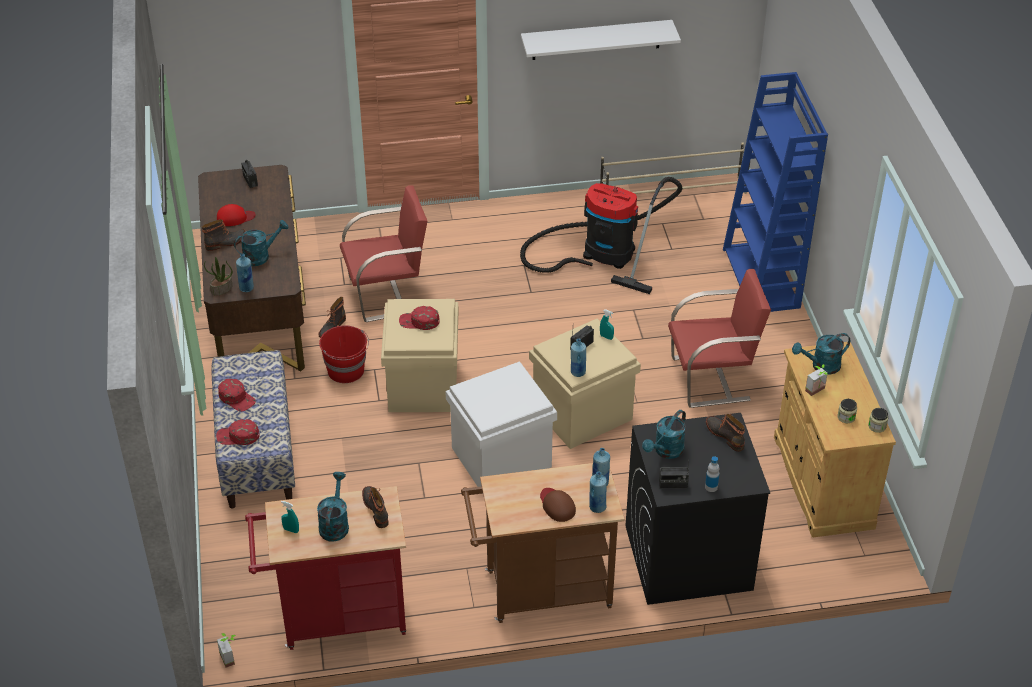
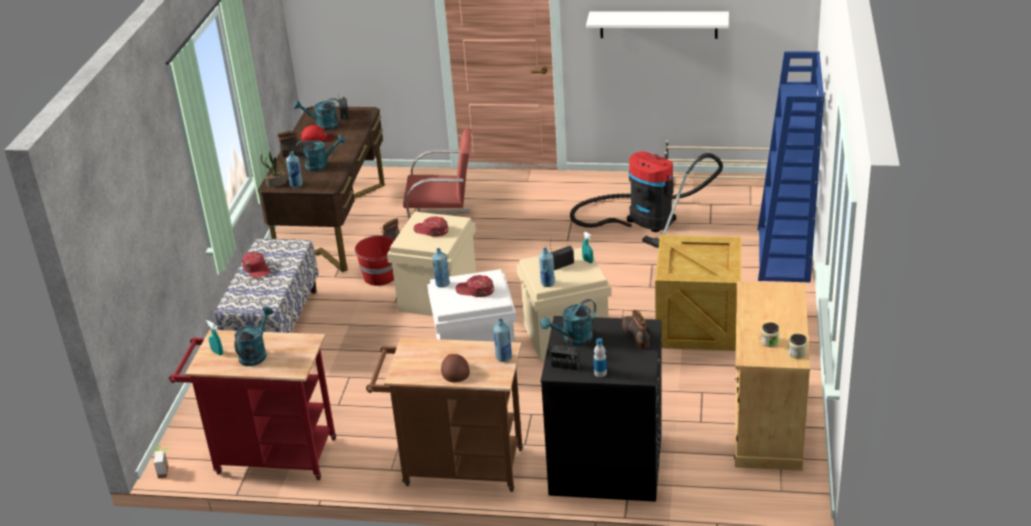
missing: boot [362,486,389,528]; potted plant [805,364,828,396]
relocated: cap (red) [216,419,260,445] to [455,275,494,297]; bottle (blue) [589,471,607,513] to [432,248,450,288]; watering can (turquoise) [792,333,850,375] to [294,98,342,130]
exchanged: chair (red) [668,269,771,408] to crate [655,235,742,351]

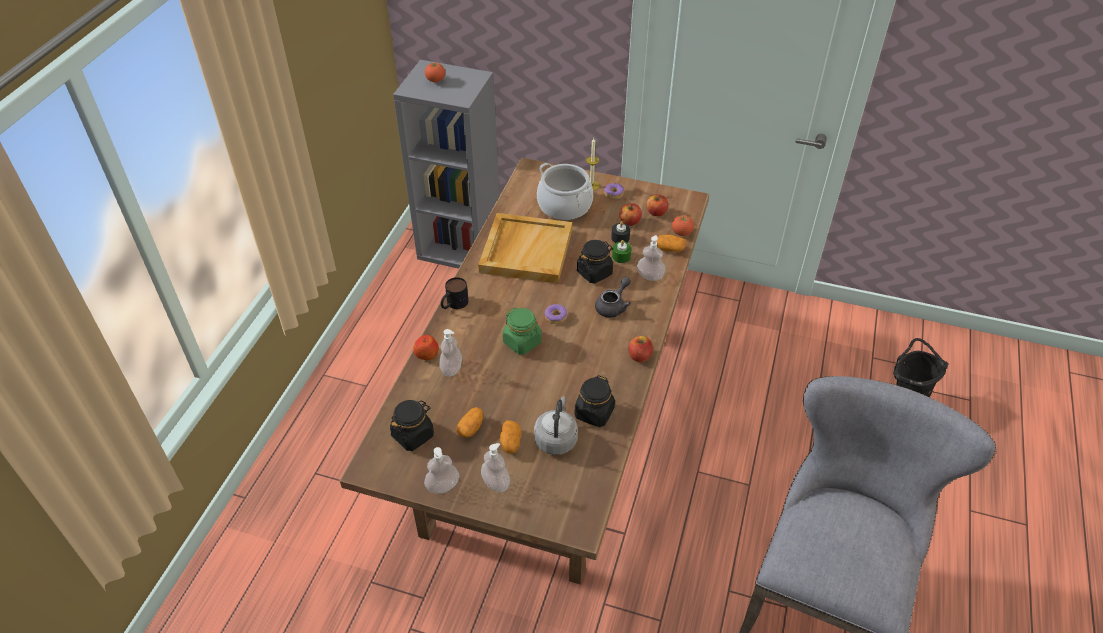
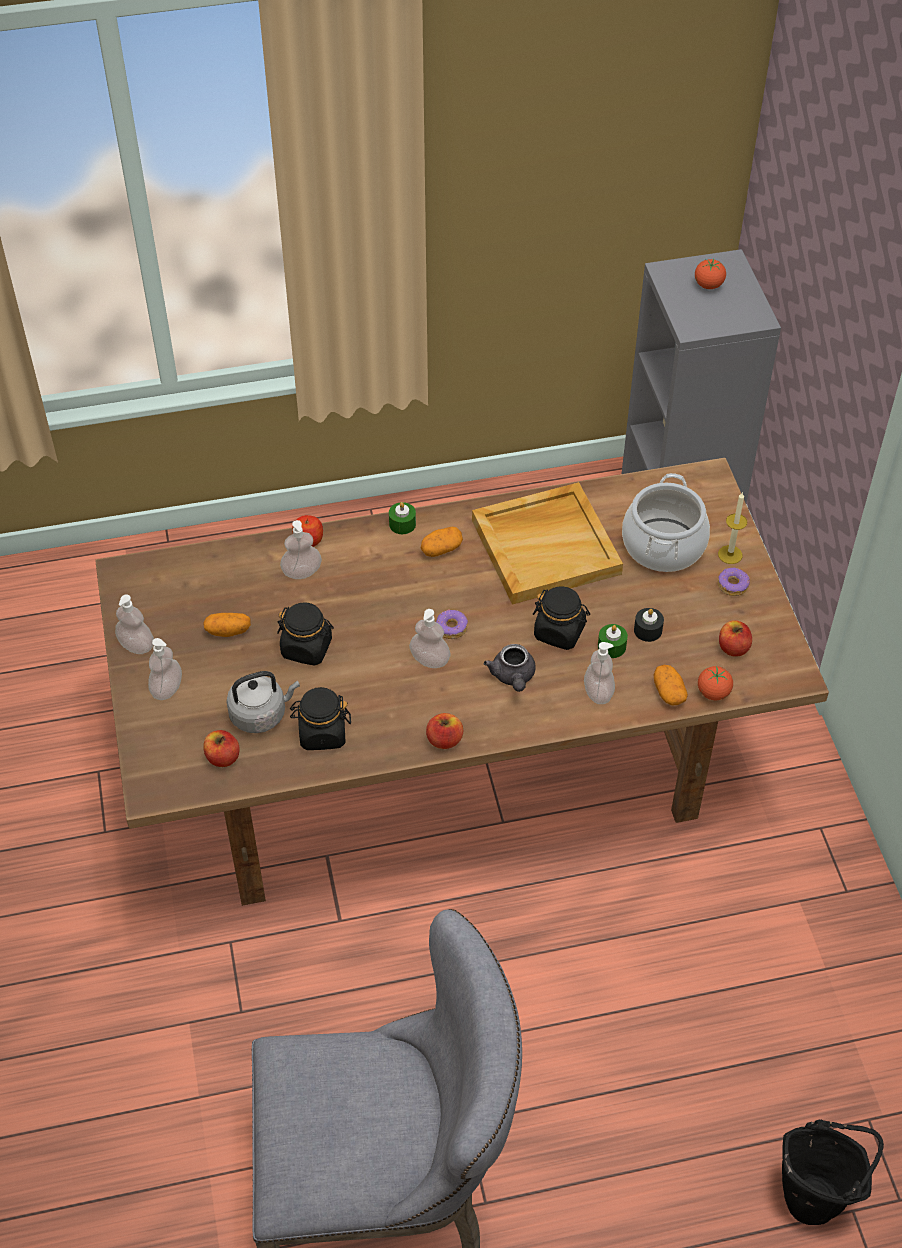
missing: jar (green) [503,307,542,355]
appeared: soap dispenser [409,609,451,668]
relocated: jar (black) [390,400,434,451] to [277,602,334,666]; potato [500,420,521,454] to [420,527,463,557]; apple [619,203,642,226] to [203,730,240,767]
exchanged: mug [441,277,468,309] to candle (green) [389,502,416,534]
spun: teapot (grey) [595,277,631,317] = [484,644,536,692] 75 degrees clockwise

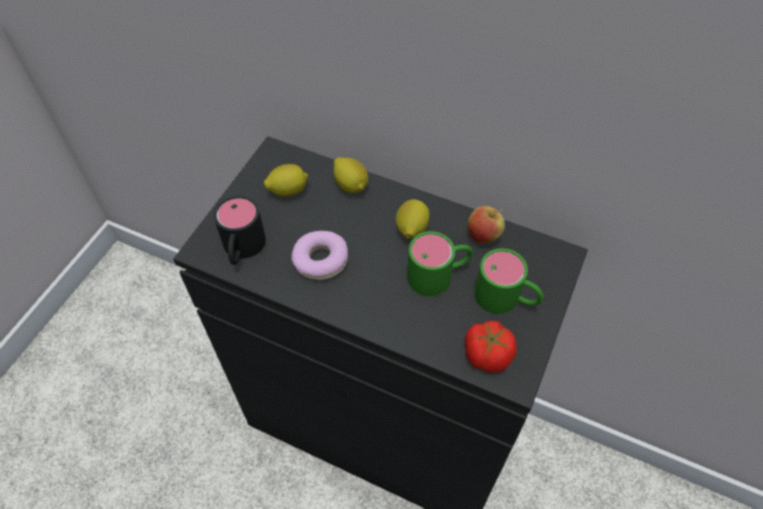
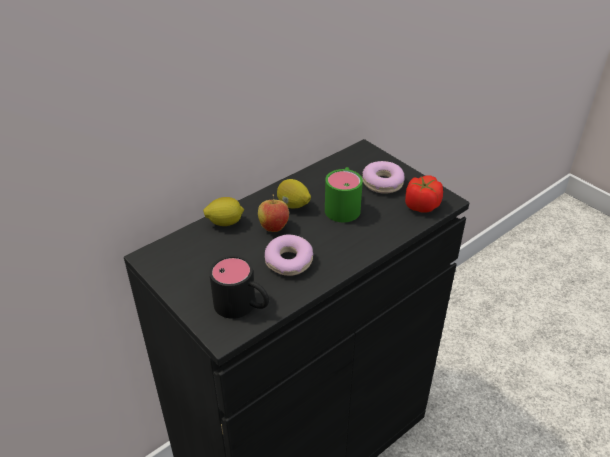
missing: lemon [264,164,308,197]
relocated: apple [468,206,505,244] to [258,195,289,232]
exchanged: mug (green) [475,248,544,314] to donut [362,161,405,194]

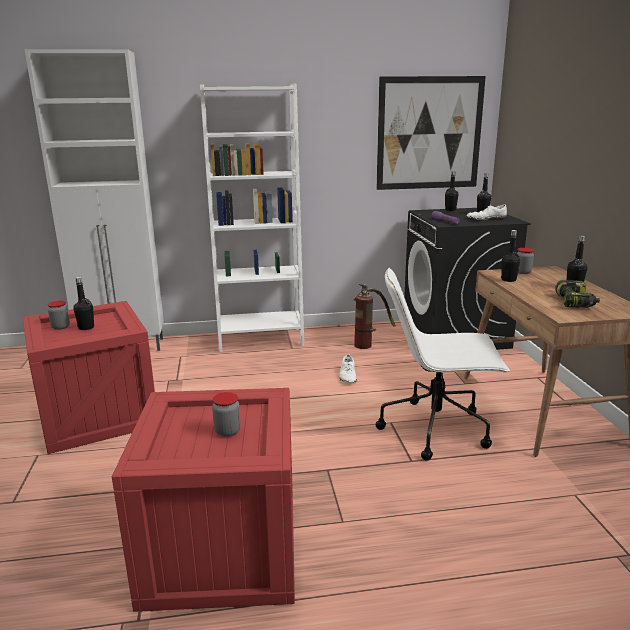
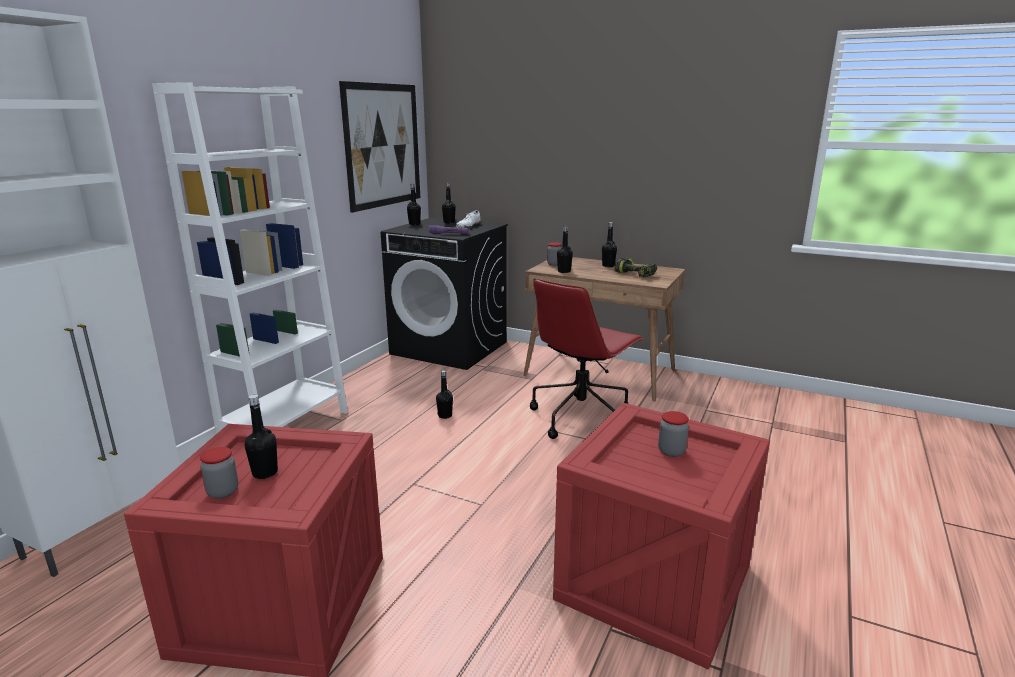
missing: fire extinguisher [353,284,395,349]
exchanged: shoe (white) [339,354,357,383] to bottle (black) [436,370,453,419]
colour: office chair (white) [376,268,510,460] to office chair (red) [530,278,644,439]

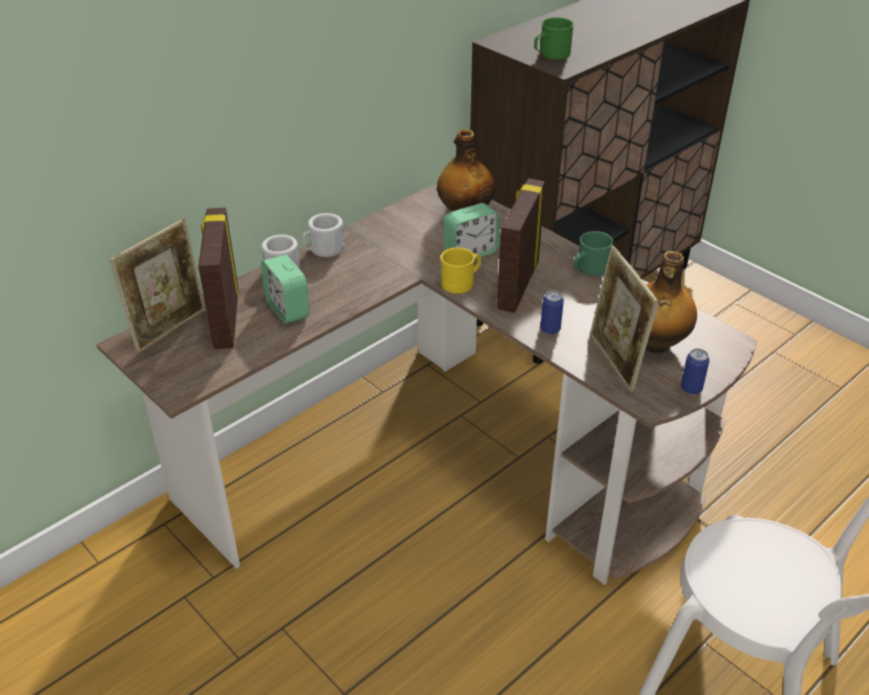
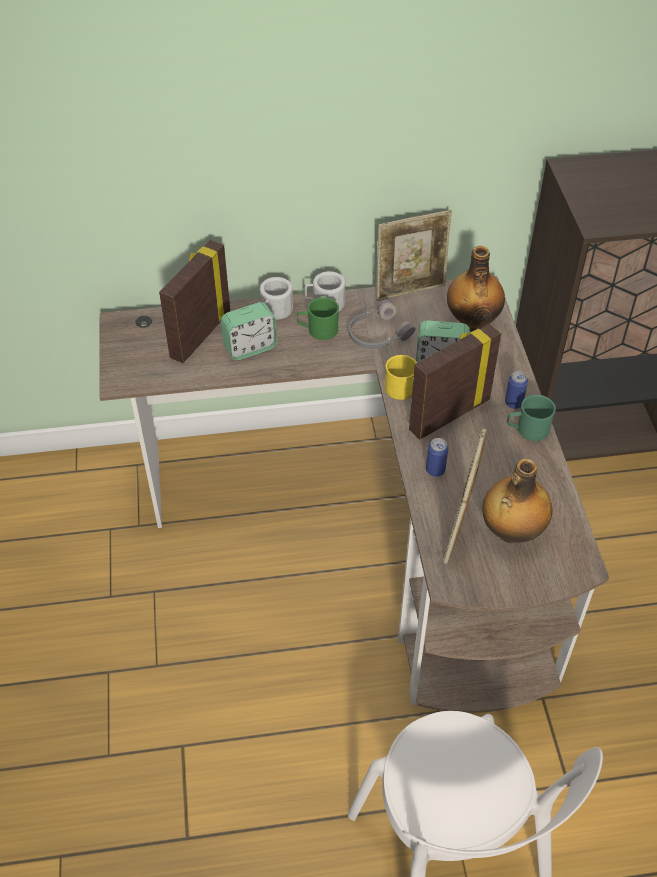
appeared: headphones (grey) [349,300,415,349]
relocated: picture frame [110,219,206,353] to [376,210,452,301]; mug (green) [534,17,574,60] to [297,297,339,340]; can [681,348,710,395] to [505,371,528,409]
spun: alarm clock [261,255,309,324] = [221,302,277,360] 120 degrees counterclockwise

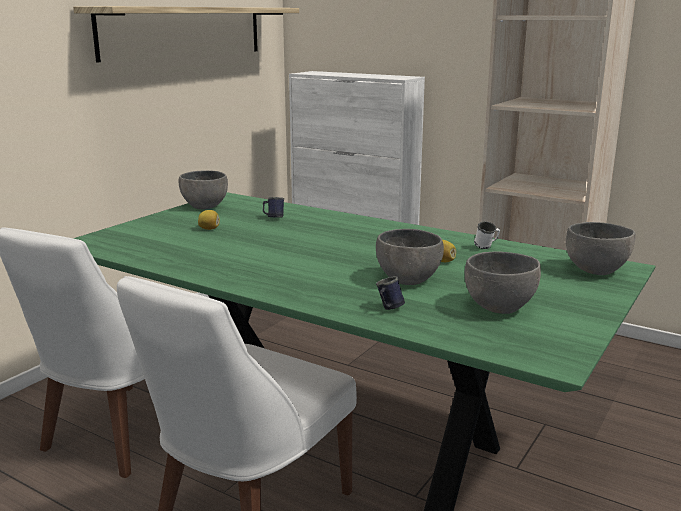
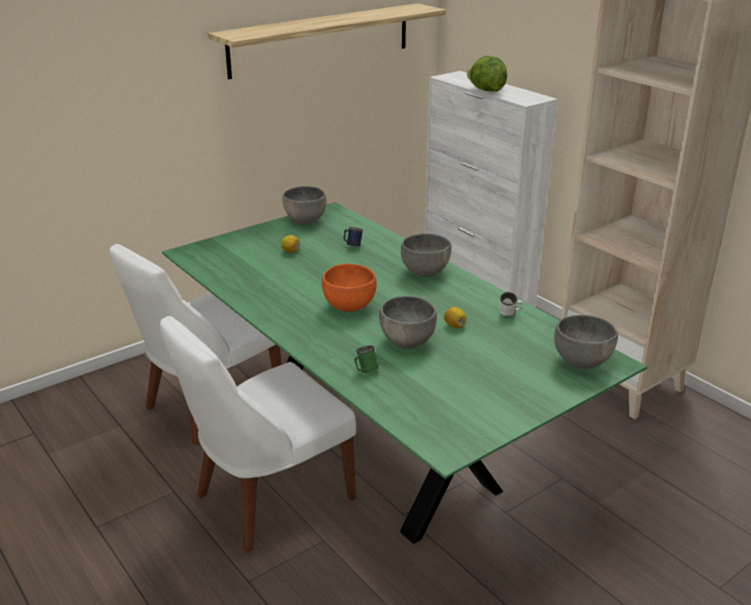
appeared: bowl (orange) [322,264,377,312]; lettuce [467,56,507,92]
relocated: bowl (grey) [465,251,541,314] to [401,233,452,277]
colour: mug (blue) [376,276,405,310] to mug (green) [354,345,379,373]

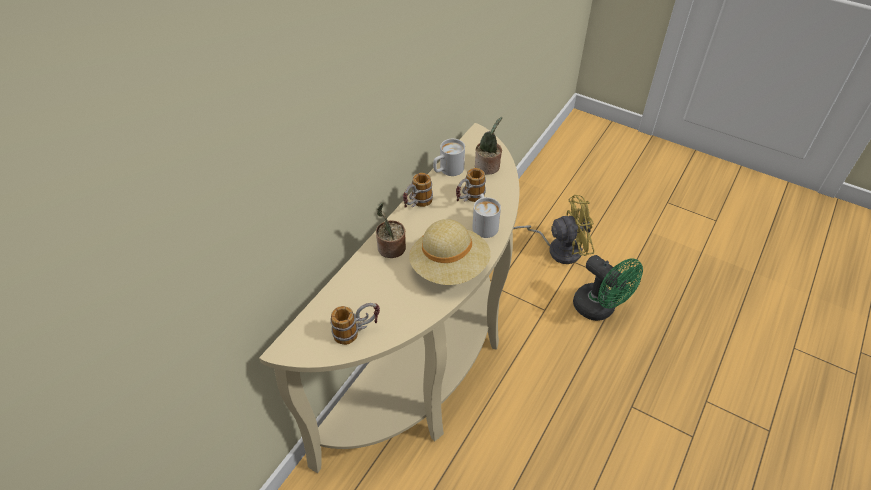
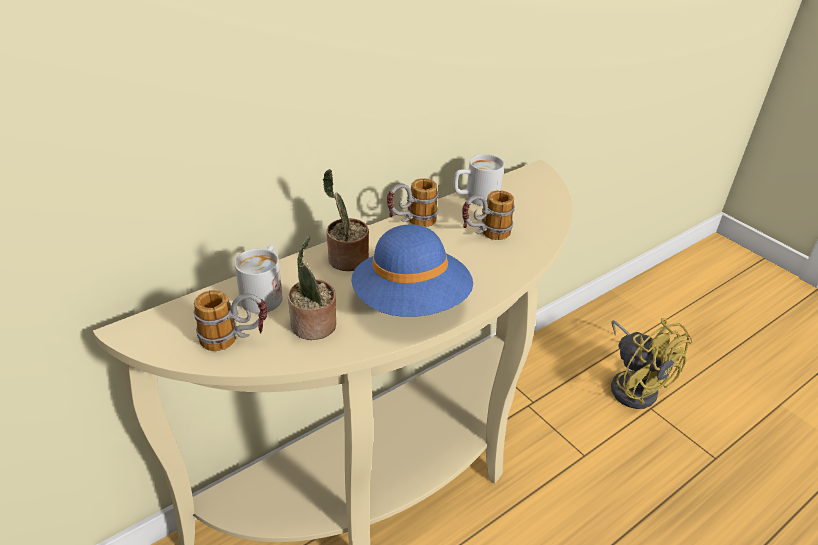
missing: fan (green) [573,255,643,321]
relocated: mug (white) [473,193,501,238] to [234,245,283,313]; potted plant [475,117,502,175] to [288,235,336,340]
colour: hat (beige) [409,219,491,285] to hat (blue) [351,224,473,317]
spun: fan (yellow) [513,195,594,264] = [611,318,693,409] 45 degrees clockwise

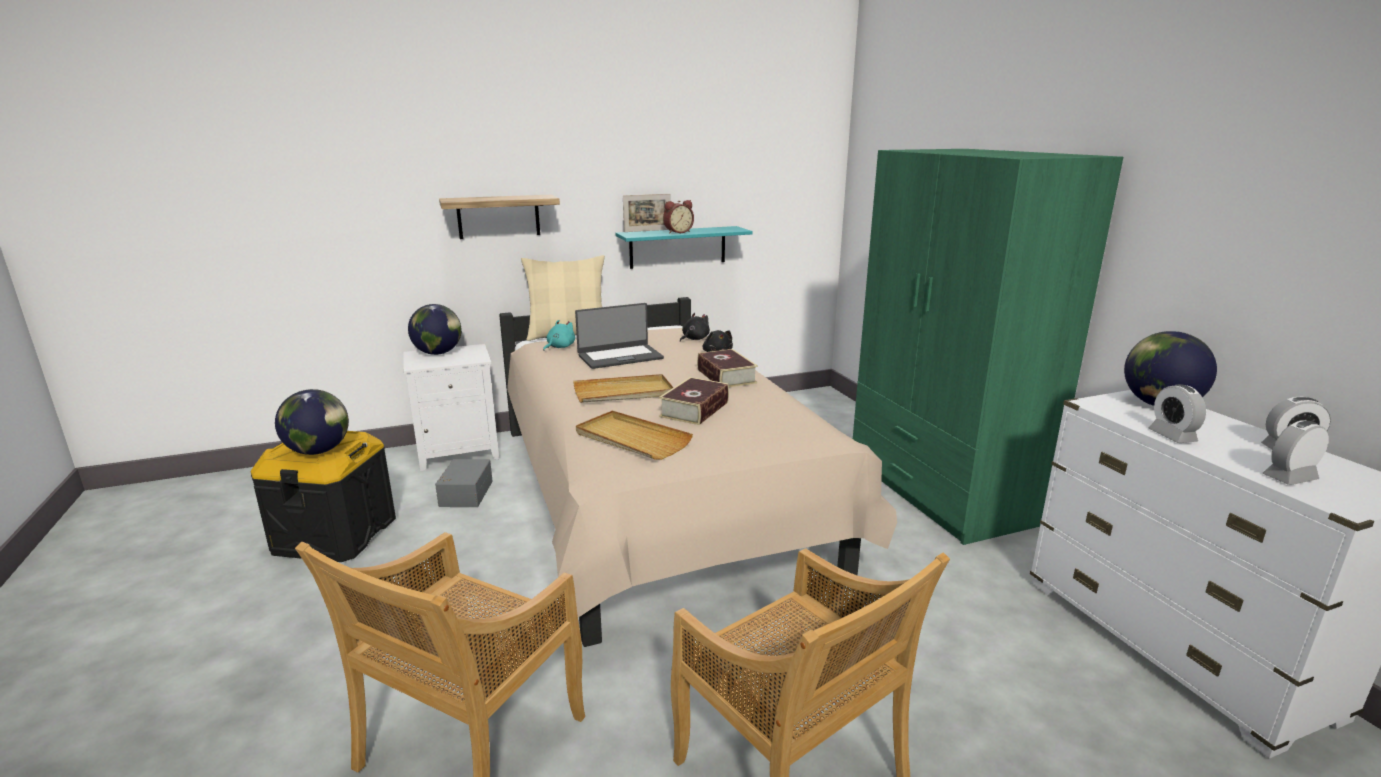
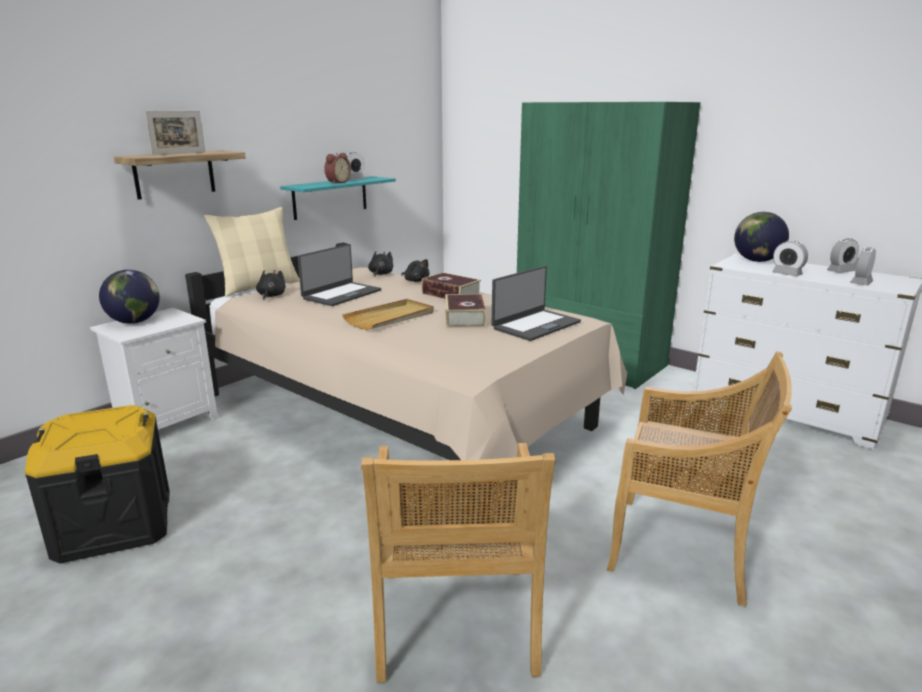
missing: globe [275,389,349,455]; storage box (grey) [435,459,493,507]; tray (beige) [576,411,693,460]
appeared: alarm clock [347,153,365,180]; laptop [492,266,581,341]
relocated: picture frame [623,194,670,232] to [145,111,205,155]
colour: plush toy (turquoise) [543,320,575,351] to plush toy (black) [256,270,286,300]

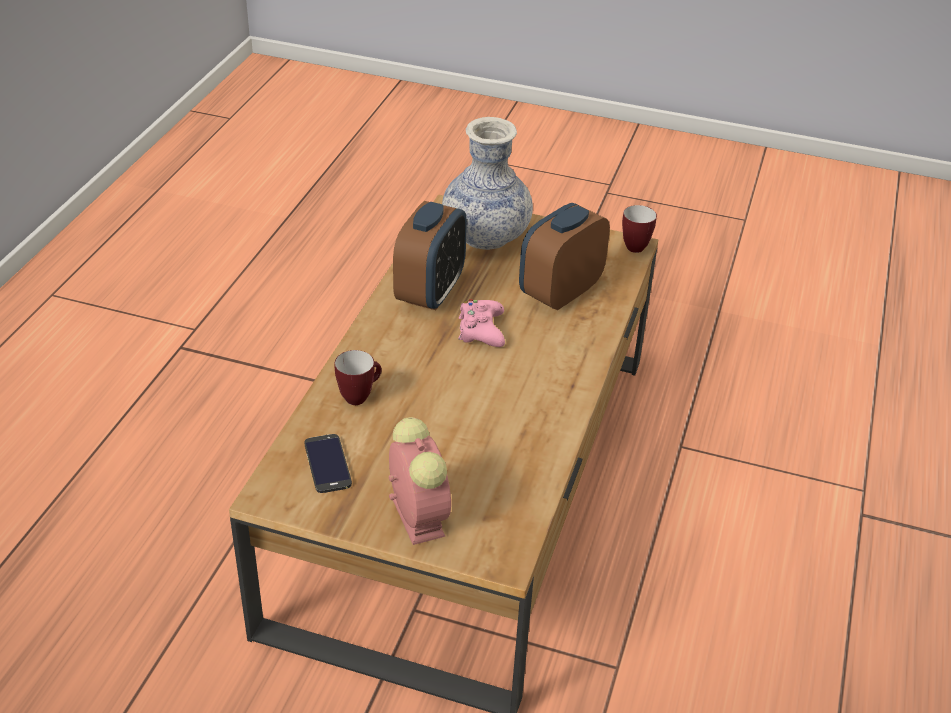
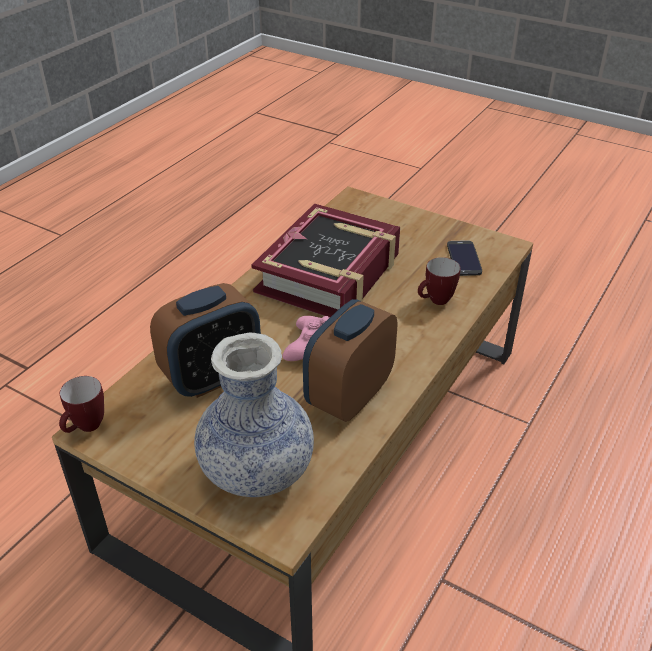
missing: alarm clock [389,417,451,545]
appeared: book [251,204,400,317]

